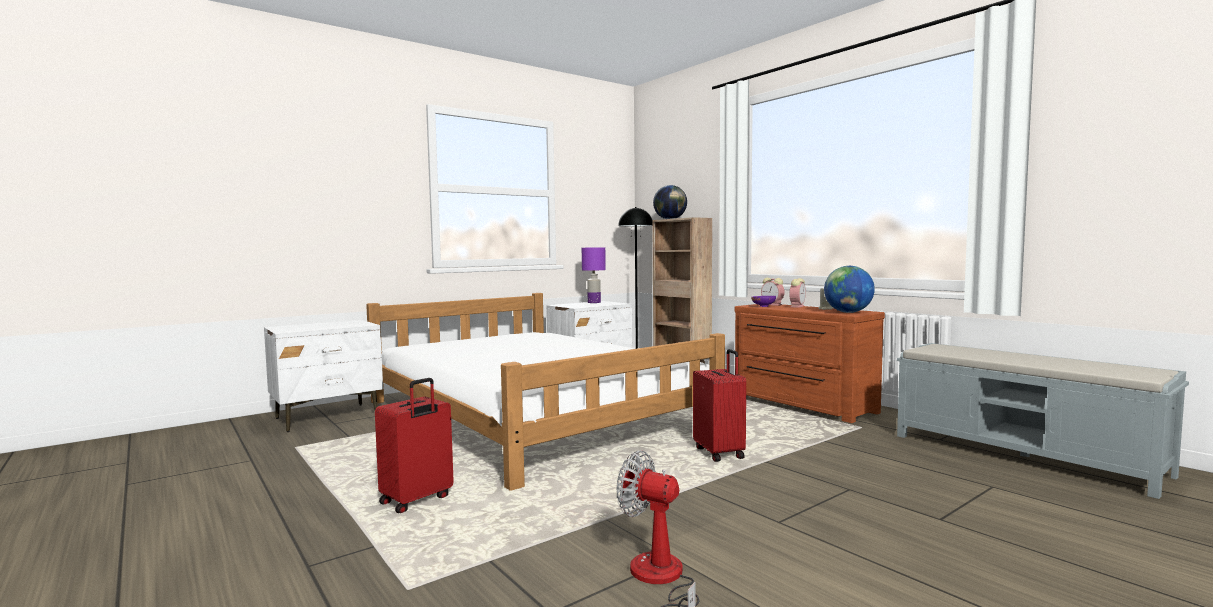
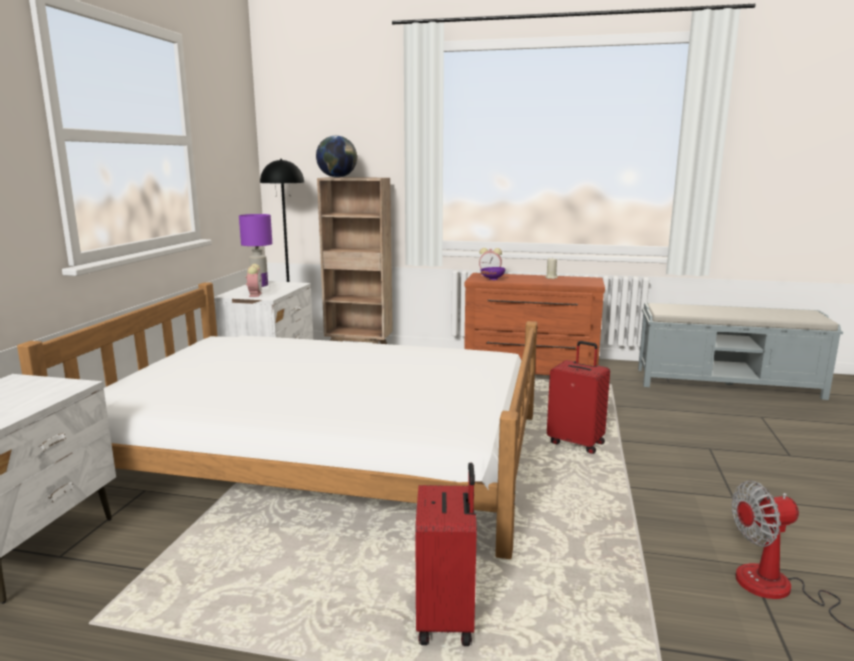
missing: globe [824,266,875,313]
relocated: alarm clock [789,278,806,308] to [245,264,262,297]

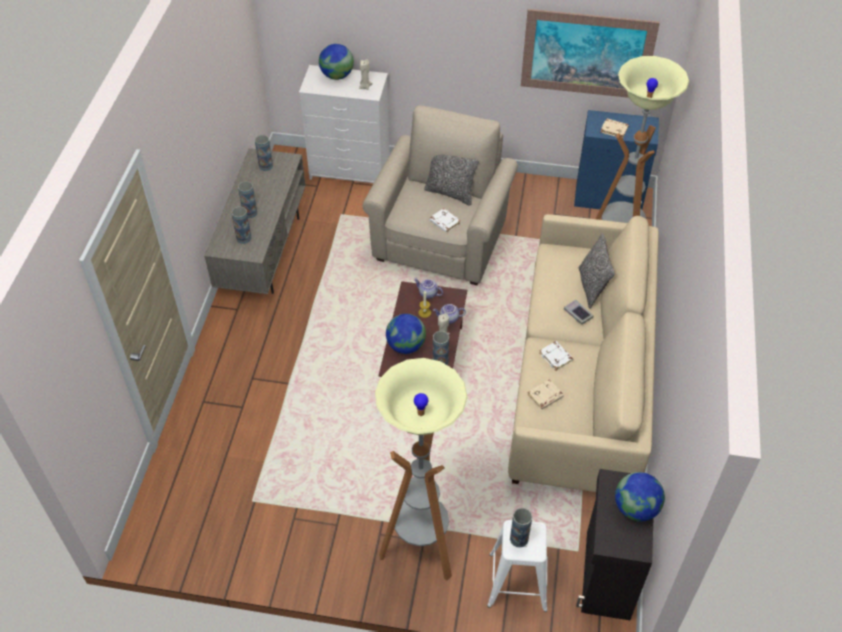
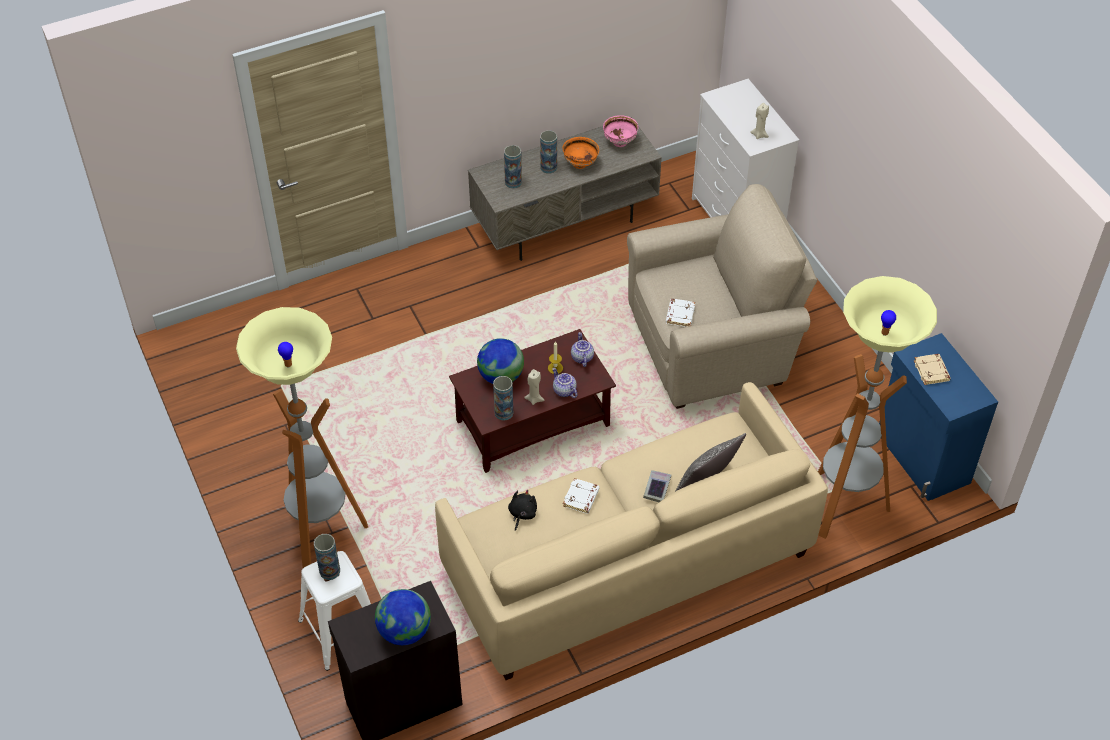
missing: globe [319,44,354,80]; pillow [424,155,479,206]; picture [521,9,660,98]
appeared: bowl (orange) [563,137,599,169]
exchanged: vase [255,135,273,171] to bowl (pink) [603,115,638,147]; book (beige) [528,379,564,410] to plush toy (black) [508,489,537,531]

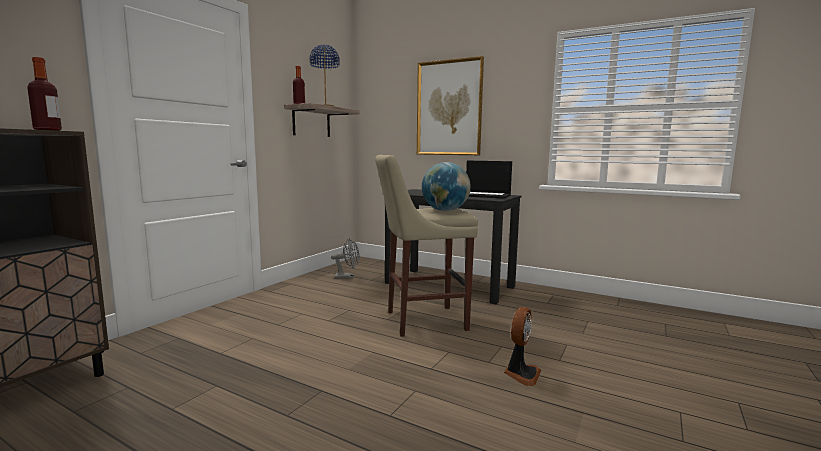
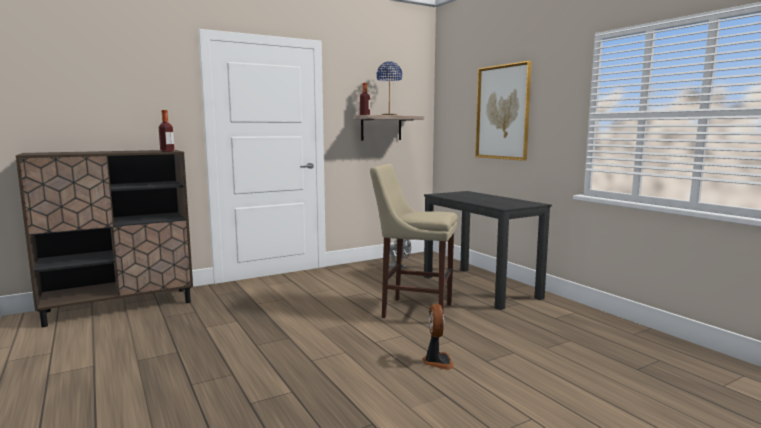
missing: globe [422,162,471,211]; laptop [466,161,512,199]
spun: fan [504,307,541,386] = [423,304,454,370] 60 degrees counterclockwise

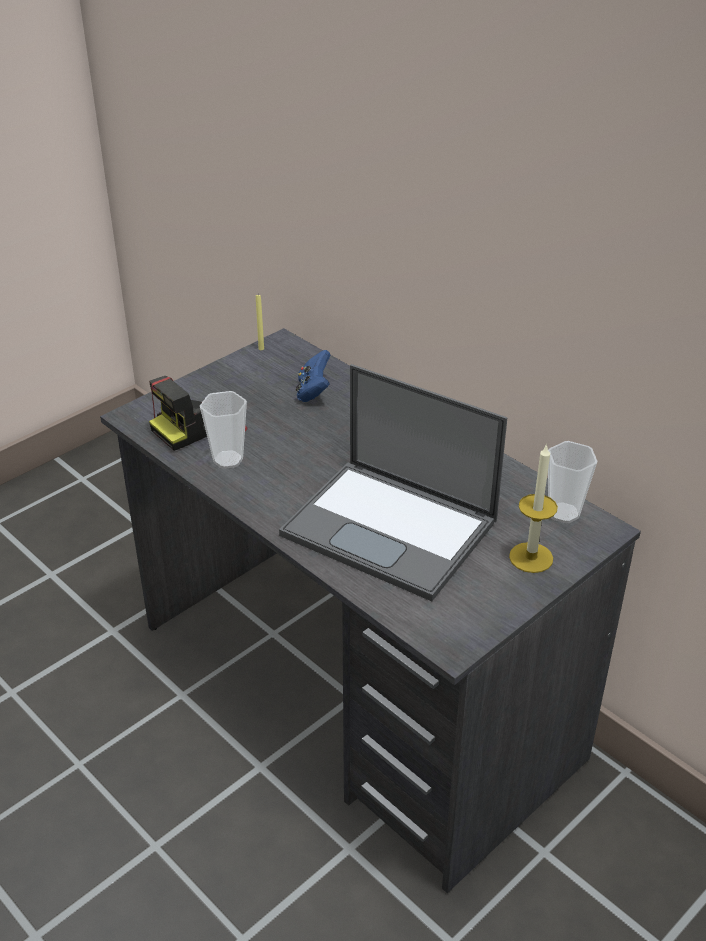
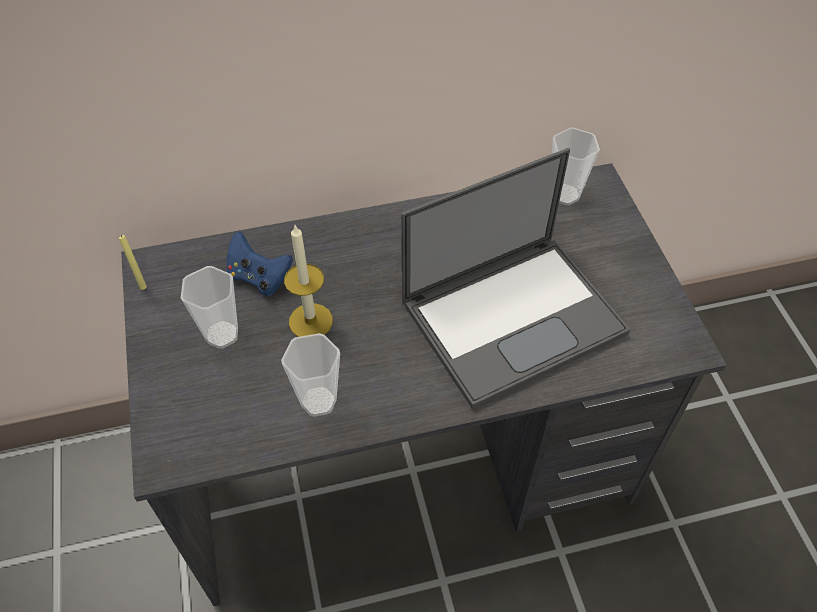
missing: photo camera [149,376,247,451]
appeared: cup [181,266,238,349]
relocated: candle [509,443,558,573] to [284,225,333,337]

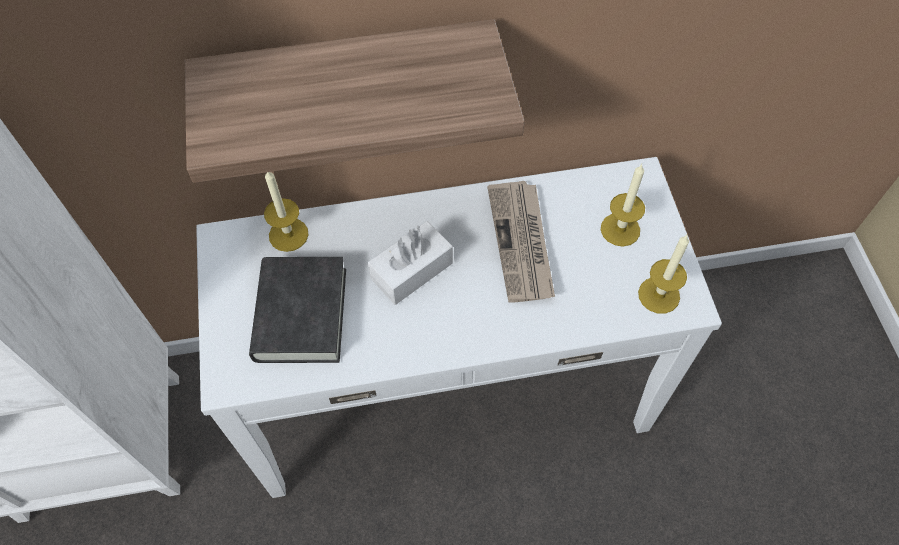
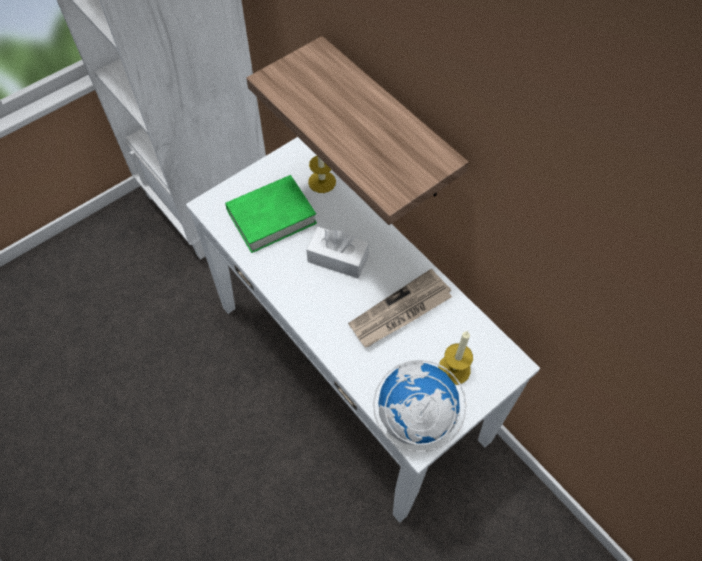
exchanged: candle [638,235,689,314] to globe [373,360,466,452]
colour: book (black) [249,257,346,363] to book (green) [225,175,317,253]

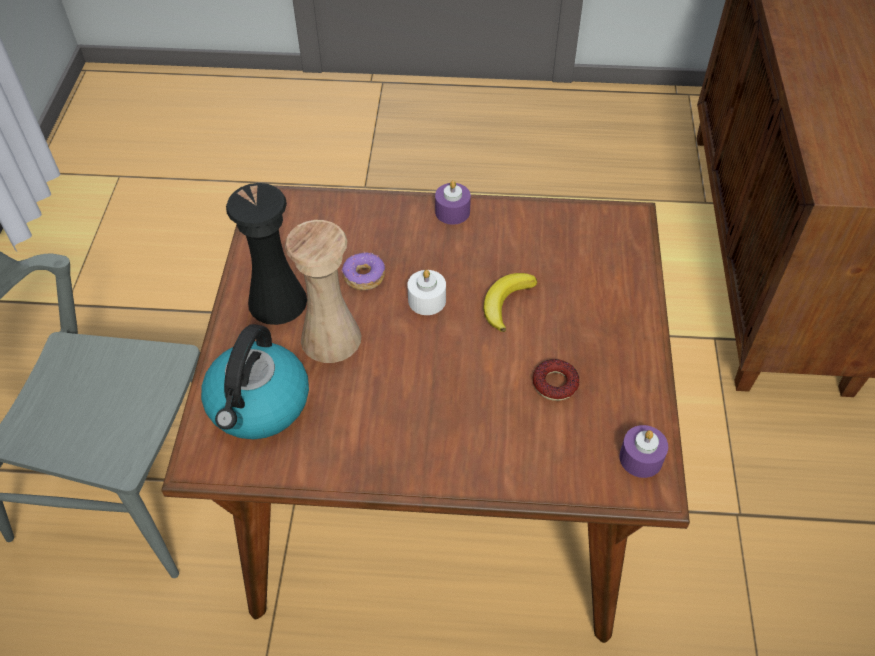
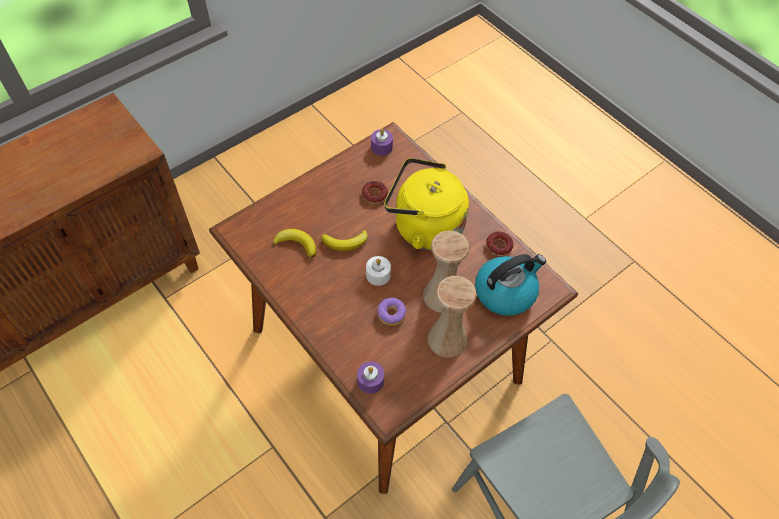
appeared: banana [273,229,317,258]; kettle (yellow) [384,158,469,250]; donut [486,232,513,256]
relocated: candle (purple) [435,180,471,225] to [357,361,384,394]
colour: vase (black) [226,183,307,325] to vase (beige) [427,276,477,357]

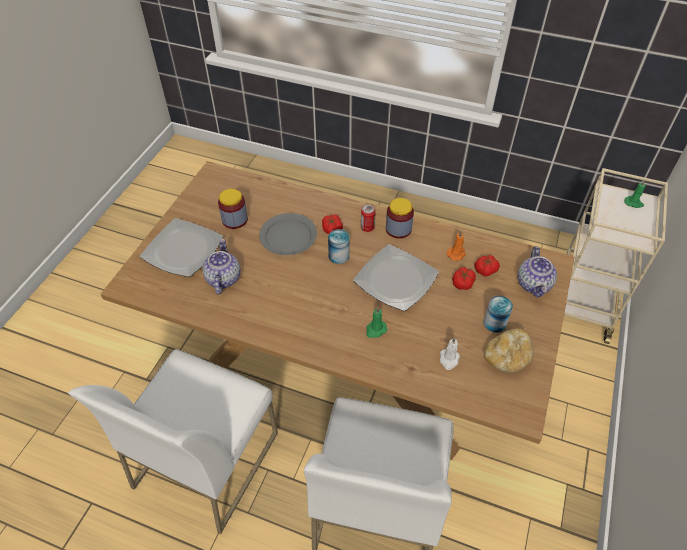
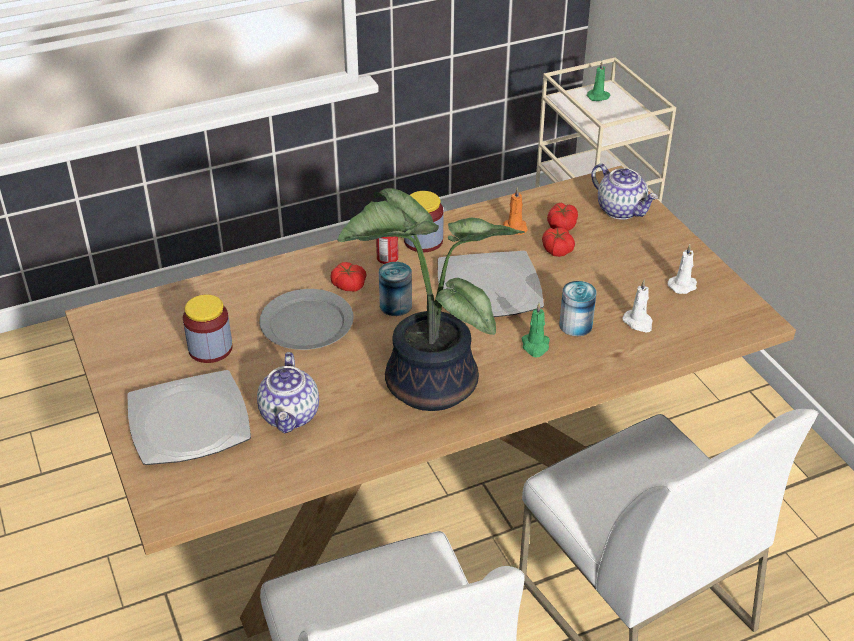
appeared: potted plant [337,188,525,411]
relocated: can [483,296,513,333] to [559,281,596,336]
exchanged: bread [485,328,534,373] to candle (white) [668,244,697,294]
spun: teapot [203,239,240,294] = [257,352,319,433] 135 degrees counterclockwise

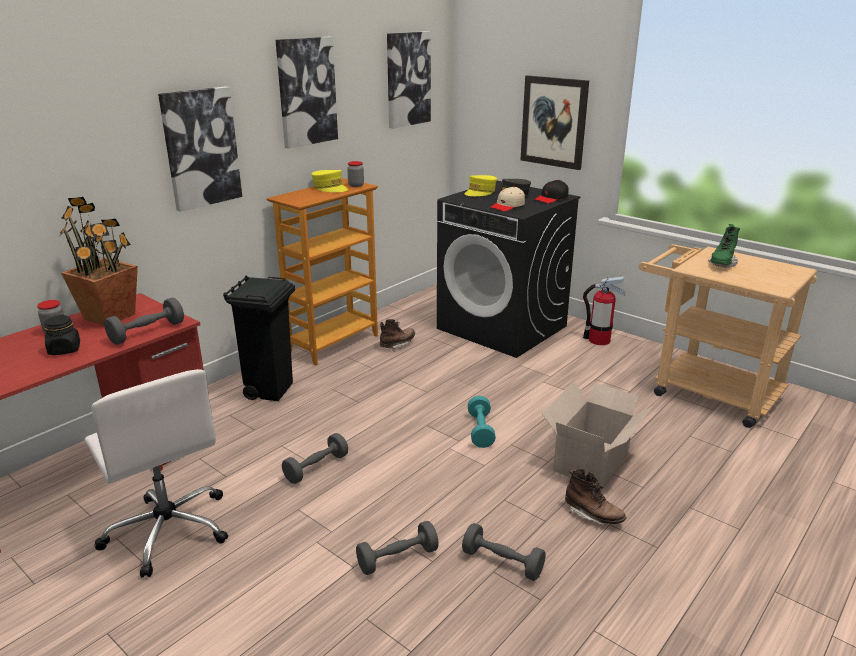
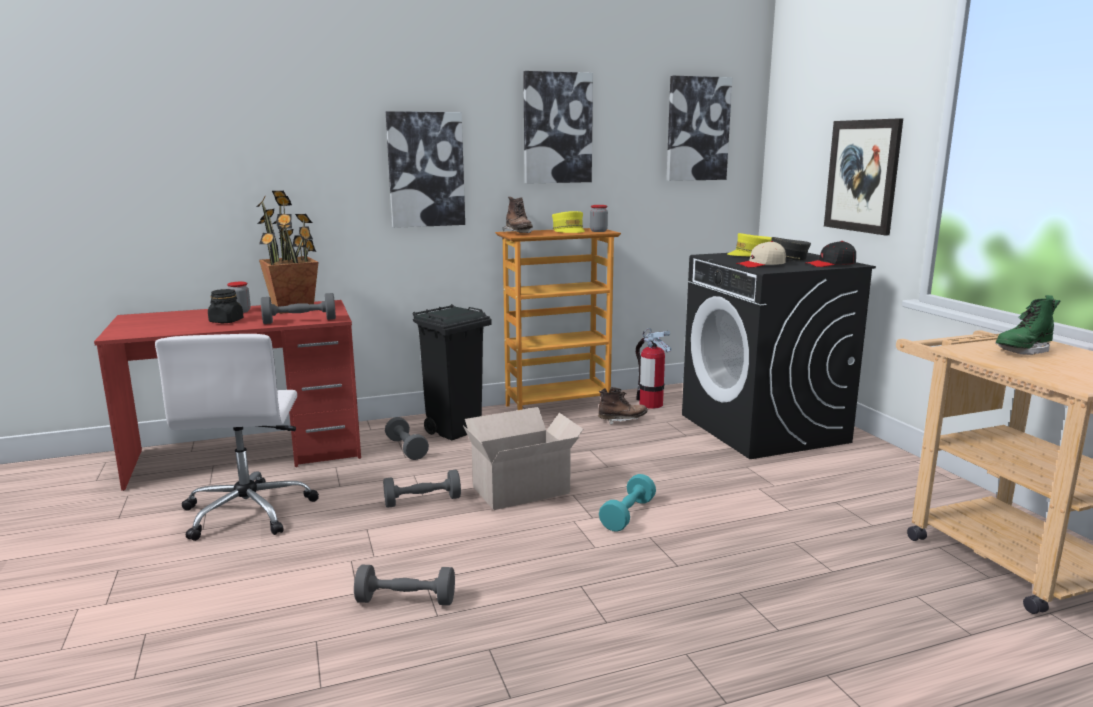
relocated: dumbbell (grey) [462,523,546,581] to [385,417,429,460]; cardboard box [542,382,653,486] to [463,407,583,510]; boot (brown) [565,469,626,525] to [502,197,533,233]; fire extinguisher [583,276,626,345] to [636,328,671,409]

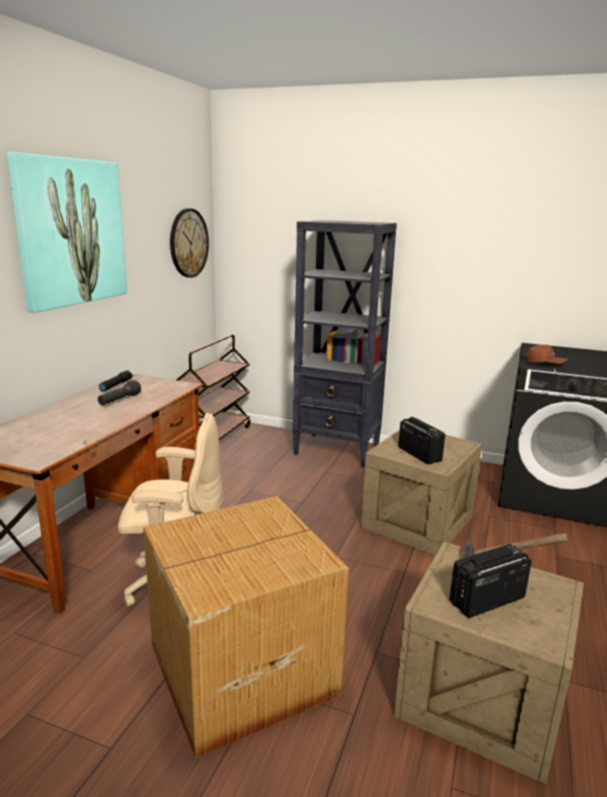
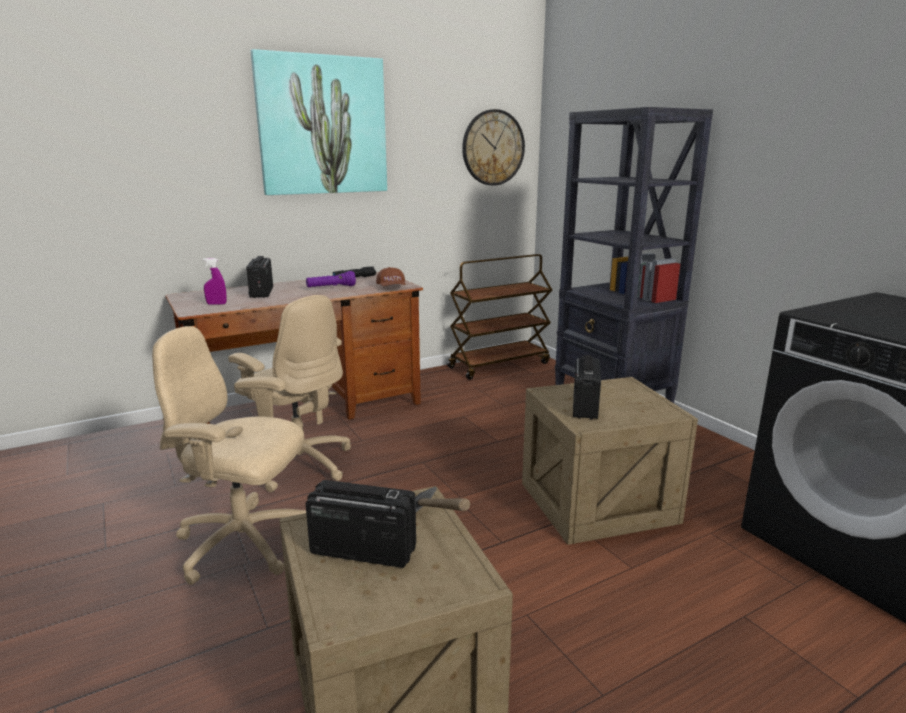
appeared: spray bottle (purple) [203,258,227,305]; radio [246,256,273,298]
relocated: cap (brown) [526,345,568,364] to [376,267,406,286]
exchanged: cardboard box [143,496,349,758] to office chair (beige) [152,326,306,585]
colour: flashlight (black) [98,380,141,405] to flashlight (purple) [306,271,356,287]

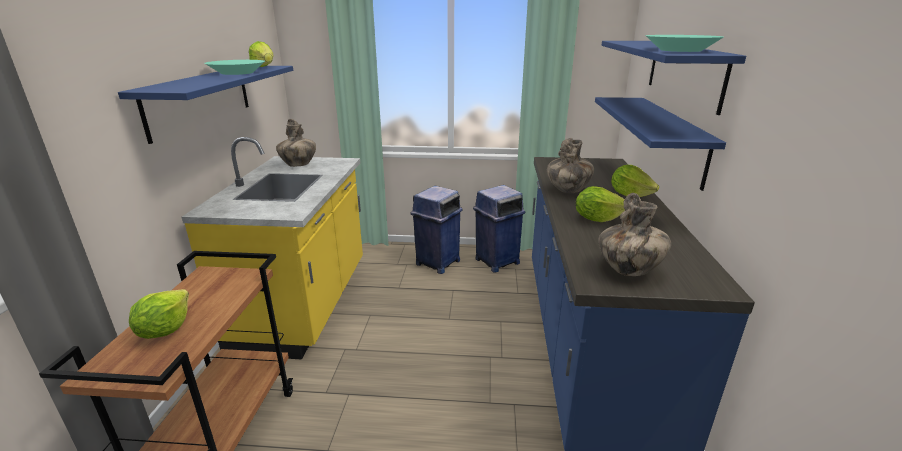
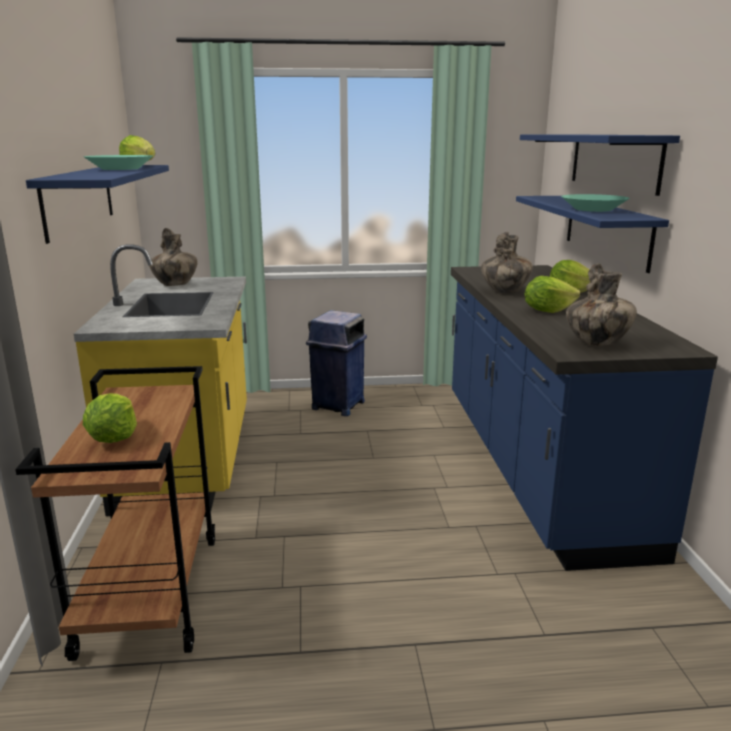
missing: trash can (blue) [473,185,526,273]
relocated: bowl (turquoise) [645,35,724,52] to [561,194,630,212]

